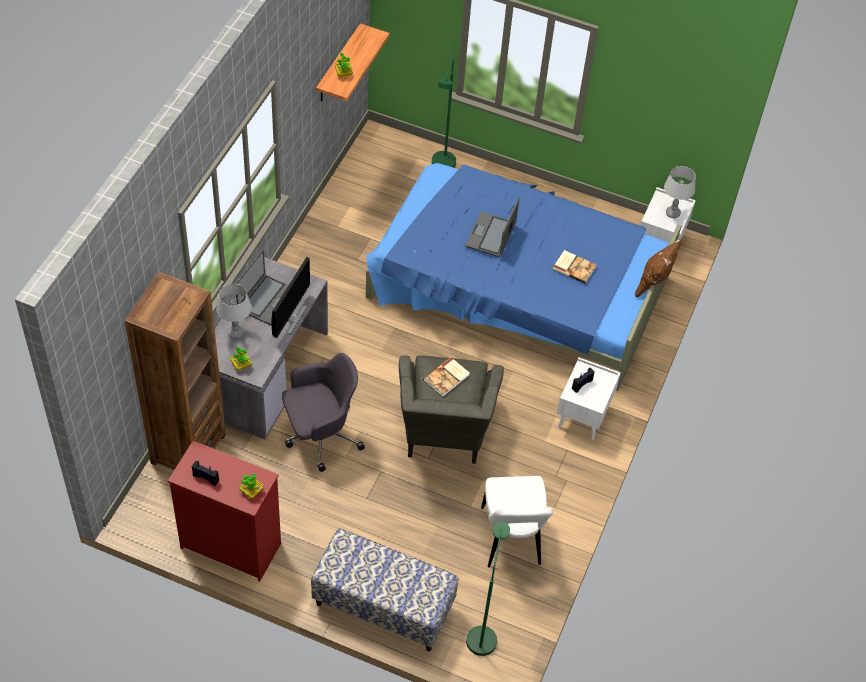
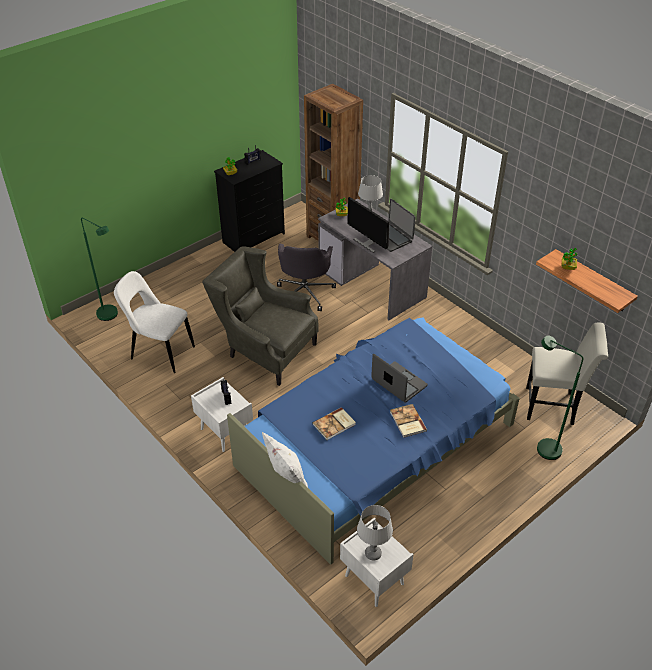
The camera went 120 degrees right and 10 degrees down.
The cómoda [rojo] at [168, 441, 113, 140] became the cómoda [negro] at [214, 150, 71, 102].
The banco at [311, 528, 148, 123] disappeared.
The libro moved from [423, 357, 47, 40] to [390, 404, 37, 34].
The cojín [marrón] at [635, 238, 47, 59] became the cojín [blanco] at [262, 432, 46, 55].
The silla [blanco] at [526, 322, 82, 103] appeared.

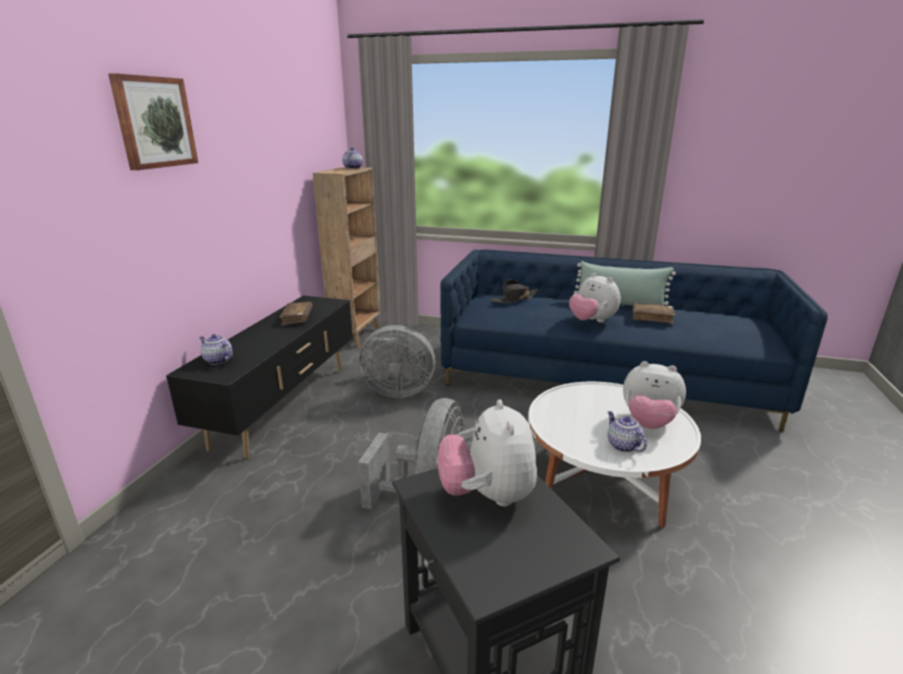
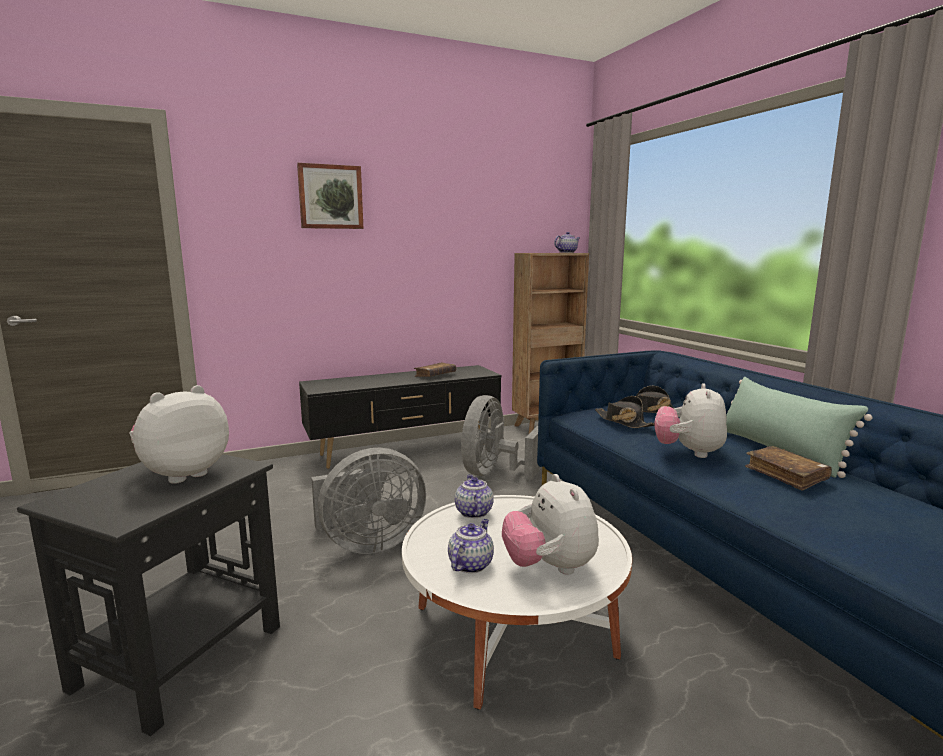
The camera went 50 degrees right and 10 degrees down.
The tetera moved from [199, 334, 34, 31] to [455, 475, 39, 43].
The ventilador [gris] at [359, 325, 77, 73] turned 60 degrees clockwise.
The sombrero [negro] at [595, 396, 60, 32] appeared.

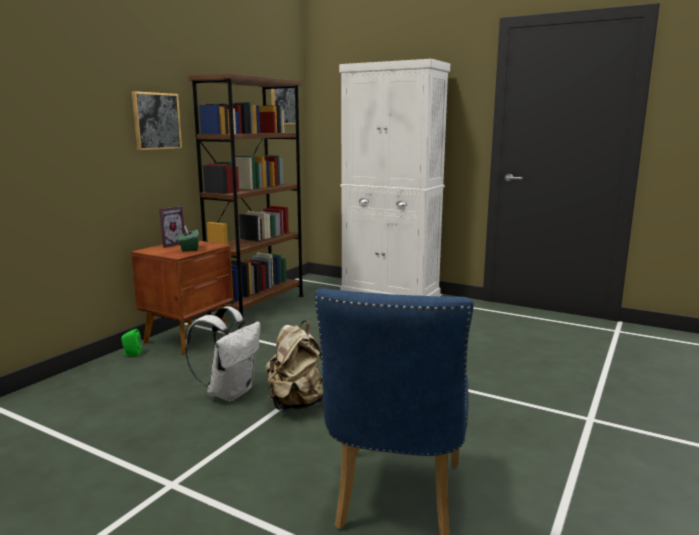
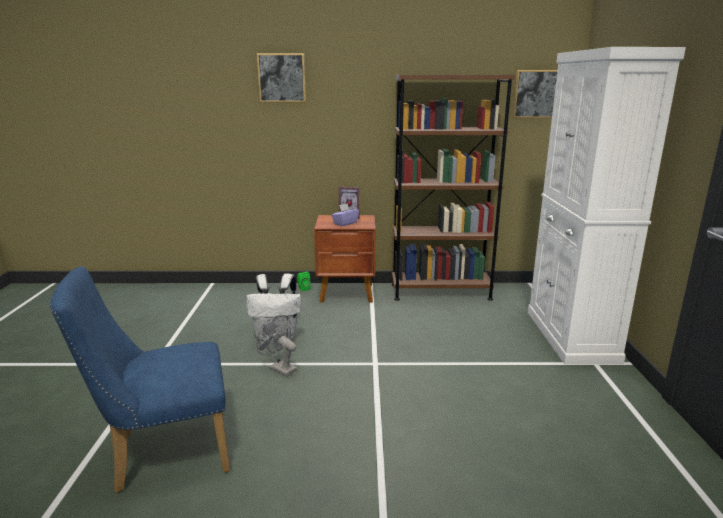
The camera went 60 degrees right and 5 degrees up.
The cuadro moved from [132, 91, 50, 59] to [257, 53, 49, 49].
The caja de pañuelos [verde] at [178, 225, 21, 26] became the caja de pañuelos [morado] at [331, 203, 28, 23].
The mochila [beis] at [265, 320, 58, 91] was replaced by the ventilador [gris] at [256, 315, 41, 62].

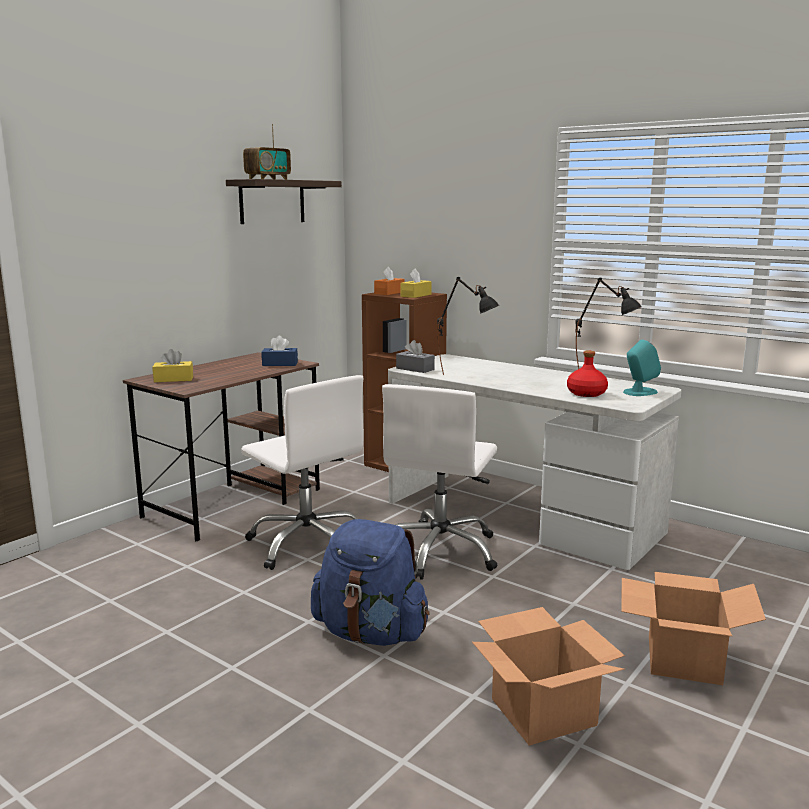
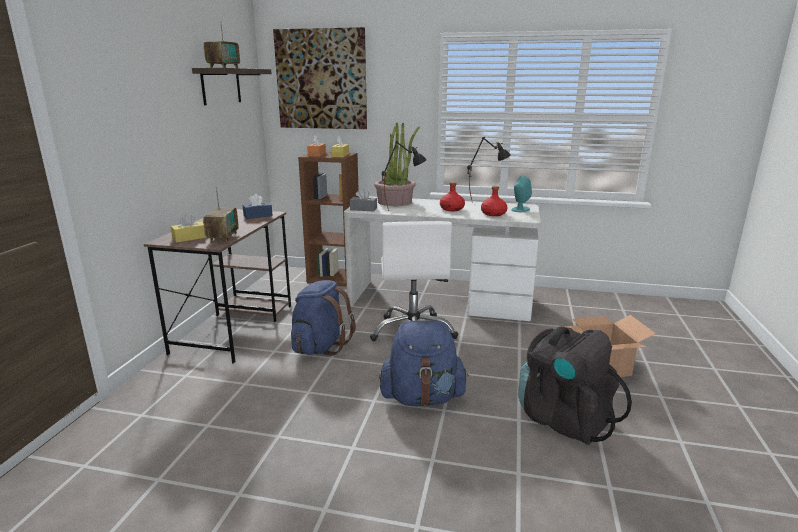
The camera went 25 degrees left and 5 degrees up.
The silla de oficina [blanco] at [241, 375, 122, 195] was replaced by the mochila [azul] at [291, 280, 65, 76].
The caja de cartón at [472, 607, 153, 139] was replaced by the mochila [negro] at [518, 326, 114, 119].
The radio at [203, 187, 36, 56] appeared.
The cuadro at [273, 27, 94, 102] appeared.
The planta en maceta at [374, 123, 46, 83] appeared.
The botella [rojo] at [440, 182, 25, 29] appeared.

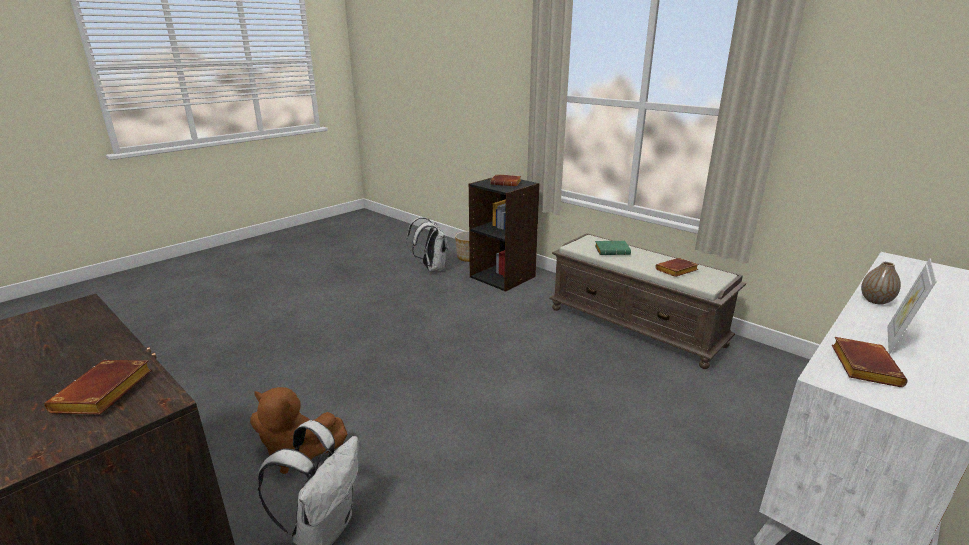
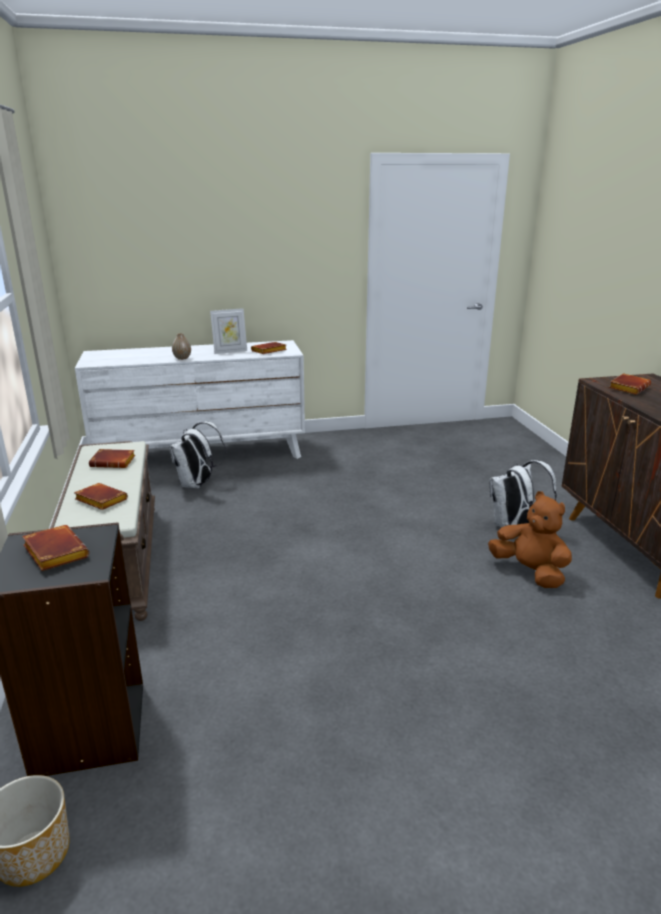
The camera went 145 degrees left and 0 degrees up.
The mochila [blanco] moved from [407, 217, 41, 54] to [169, 421, 57, 68].
The libro [verde] at [595, 241, 36, 14] became the libro [marrón] at [74, 483, 54, 27].

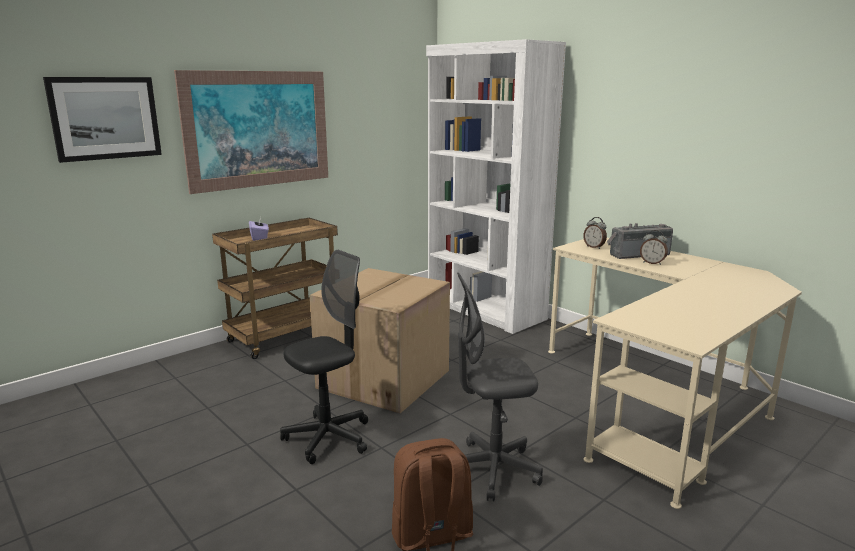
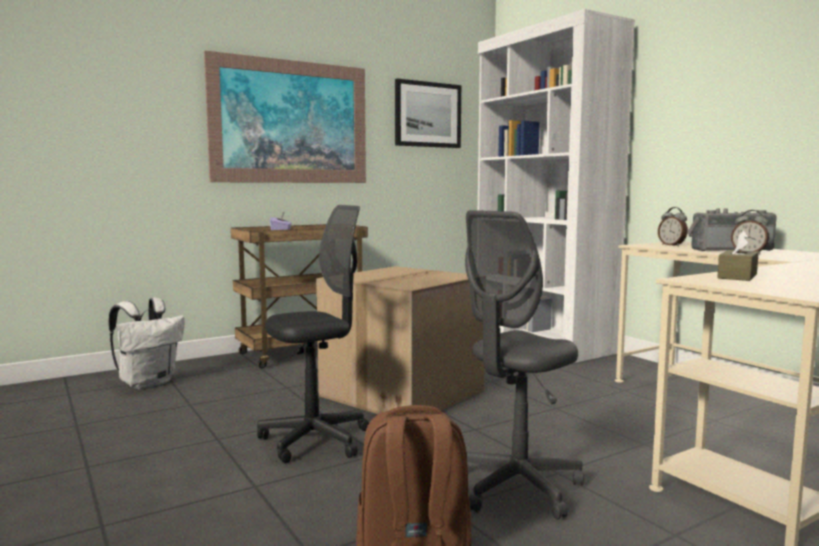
The camera went 10 degrees right and 10 degrees down.
The cuadro moved from [43, 77, 119, 86] to [395, 79, 66, 69].
The silla de oficina [gris] at [457, 273, 86, 228] turned 45 degrees counterclockwise.
The mochila [blanco] at [109, 298, 75, 91] appeared.
The caja de pañuelos [marrón] at [717, 230, 42, 51] appeared.

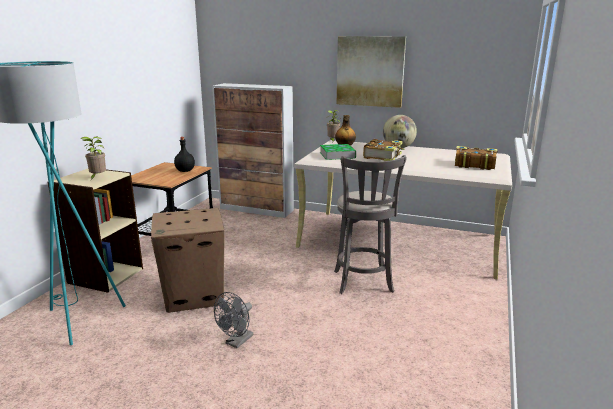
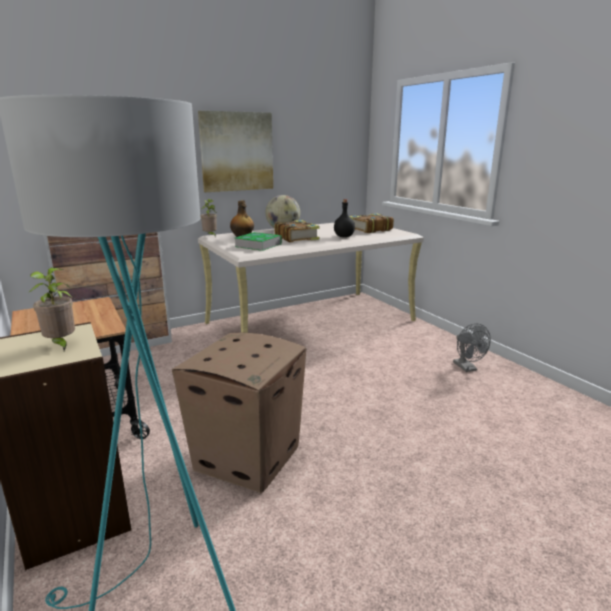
The camera went 50 degrees left and 0 degrees up.
The botella [negro] moved from [174, 137, 21, 35] to [334, 199, 21, 38].
The ventilador [gris] moved from [214, 292, 39, 56] to [453, 323, 38, 49].
The taburete [gris] at [334, 155, 73, 139] disappeared.

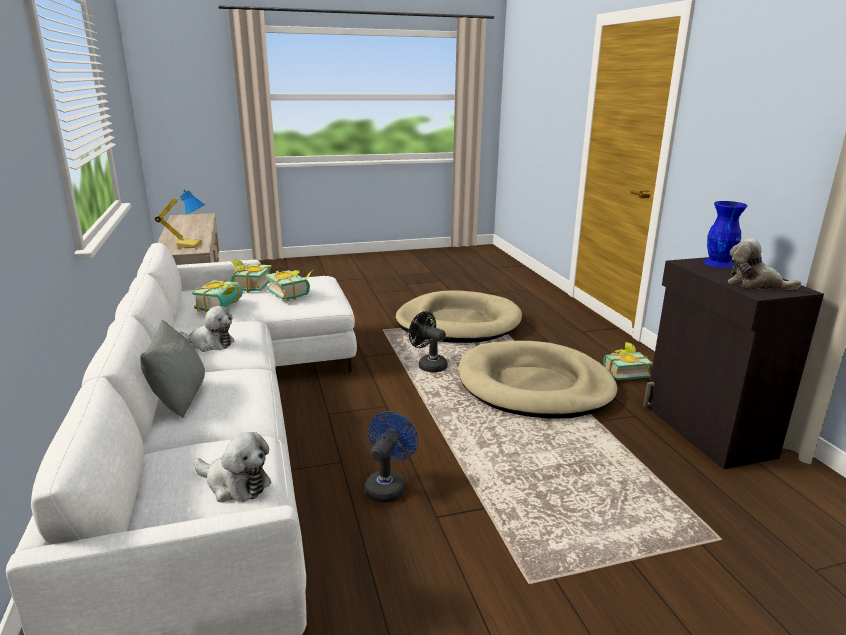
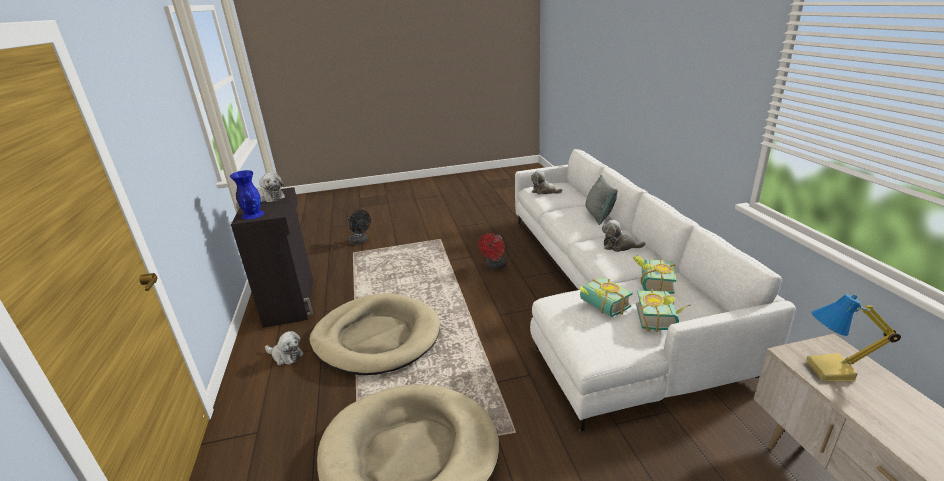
The camera went 175 degrees left and 5 degrees up.
The ventilador [azul] at [364, 411, 54, 92] became the ventilador [rojo] at [478, 233, 29, 37].
The ventilador [negro] moved from [409, 311, 39, 62] to [348, 210, 23, 34].
The libro at [603, 342, 50, 38] was replaced by the peluche at [265, 331, 39, 35].

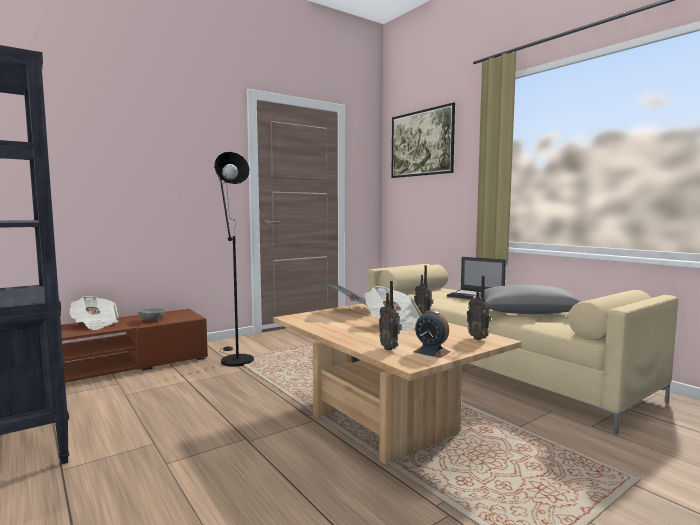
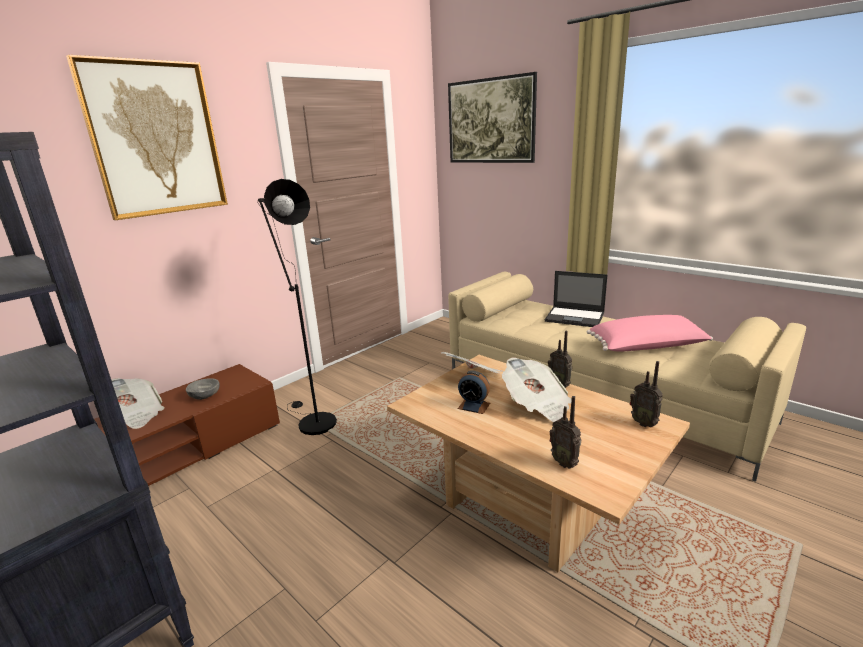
The camera went 10 degrees left and 15 degrees up.
The despertador moved from [414, 310, 36, 48] to [458, 370, 32, 44].
The cojín [gris] at [473, 285, 109, 29] became the cojín [rosa] at [587, 315, 126, 36].
The cuadro at [66, 55, 162, 165] appeared.

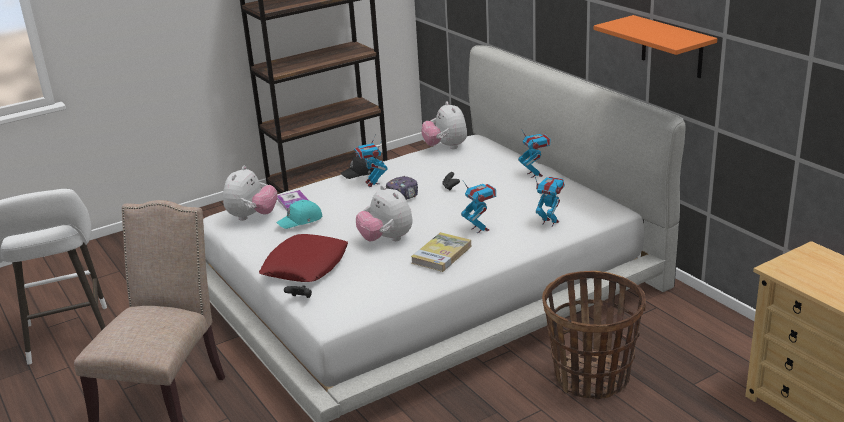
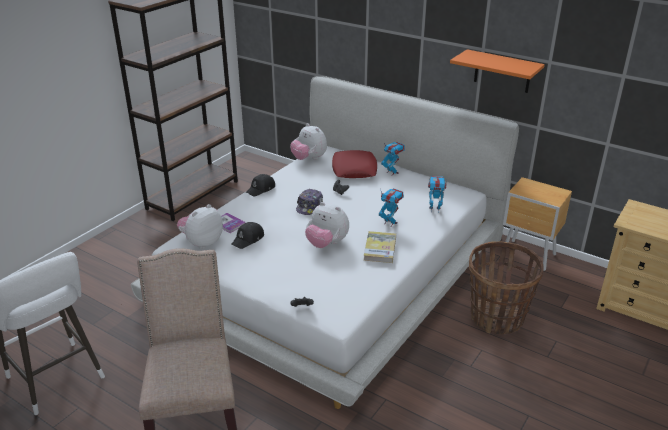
The camera went 25 degrees left and 5 degrees up.
The peluche at [223, 166, 54, 55] turned 135 degrees counterclockwise.
The cojín [rojo] moved from [259, 234, 89, 48] to [332, 150, 45, 28].
The gorra [turquesa] at [276, 200, 46, 29] became the gorra [negro] at [231, 222, 33, 27].
The robot de juguete at [354, 134, 34, 53] disappeared.
The mesita de noche [marrón] at [503, 177, 69, 94] appeared.

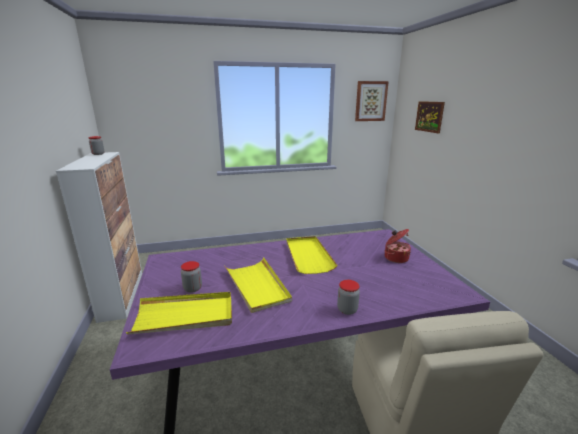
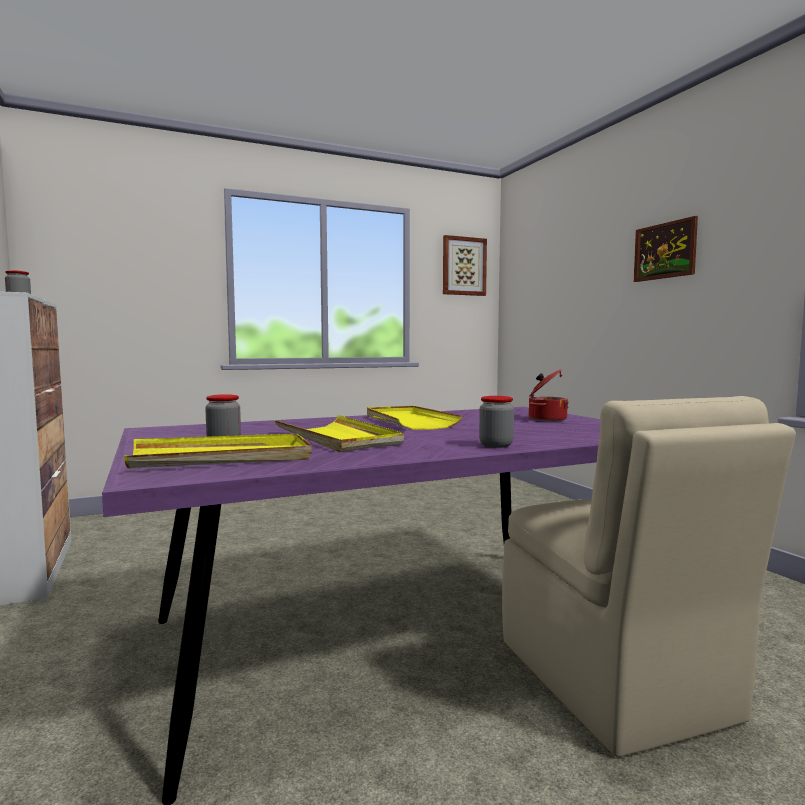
The camera went 10 degrees left and 15 degrees down.
The cuadro moved from [415, 101, 30, 32] to [634, 216, 64, 66].

